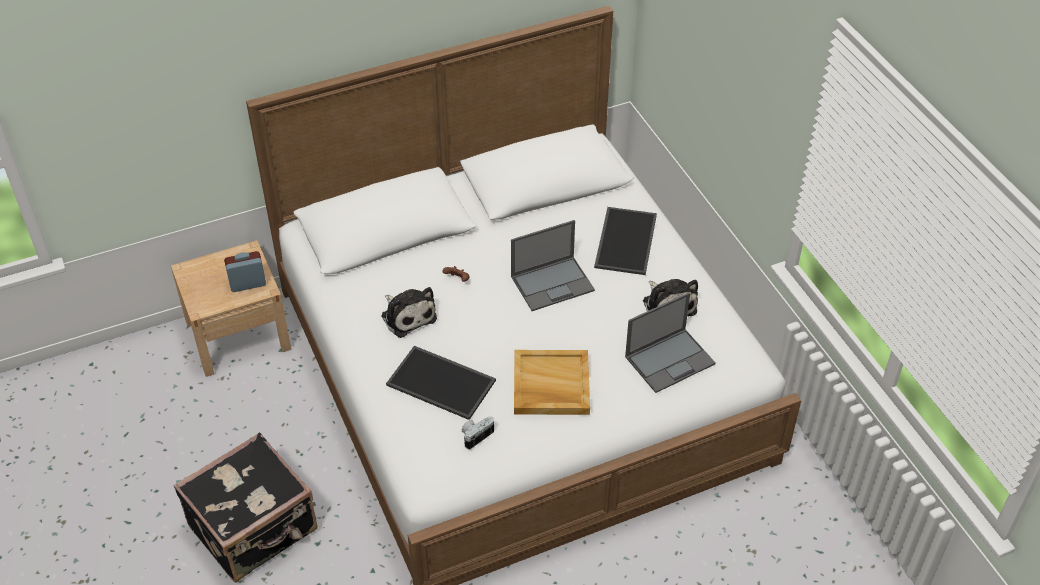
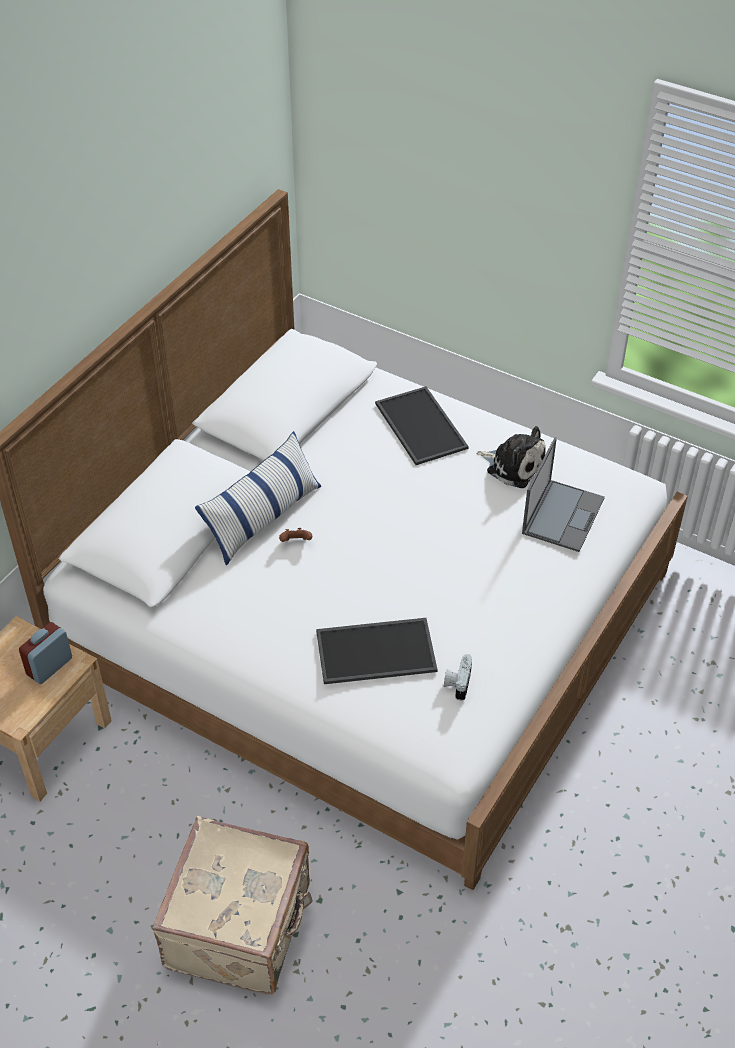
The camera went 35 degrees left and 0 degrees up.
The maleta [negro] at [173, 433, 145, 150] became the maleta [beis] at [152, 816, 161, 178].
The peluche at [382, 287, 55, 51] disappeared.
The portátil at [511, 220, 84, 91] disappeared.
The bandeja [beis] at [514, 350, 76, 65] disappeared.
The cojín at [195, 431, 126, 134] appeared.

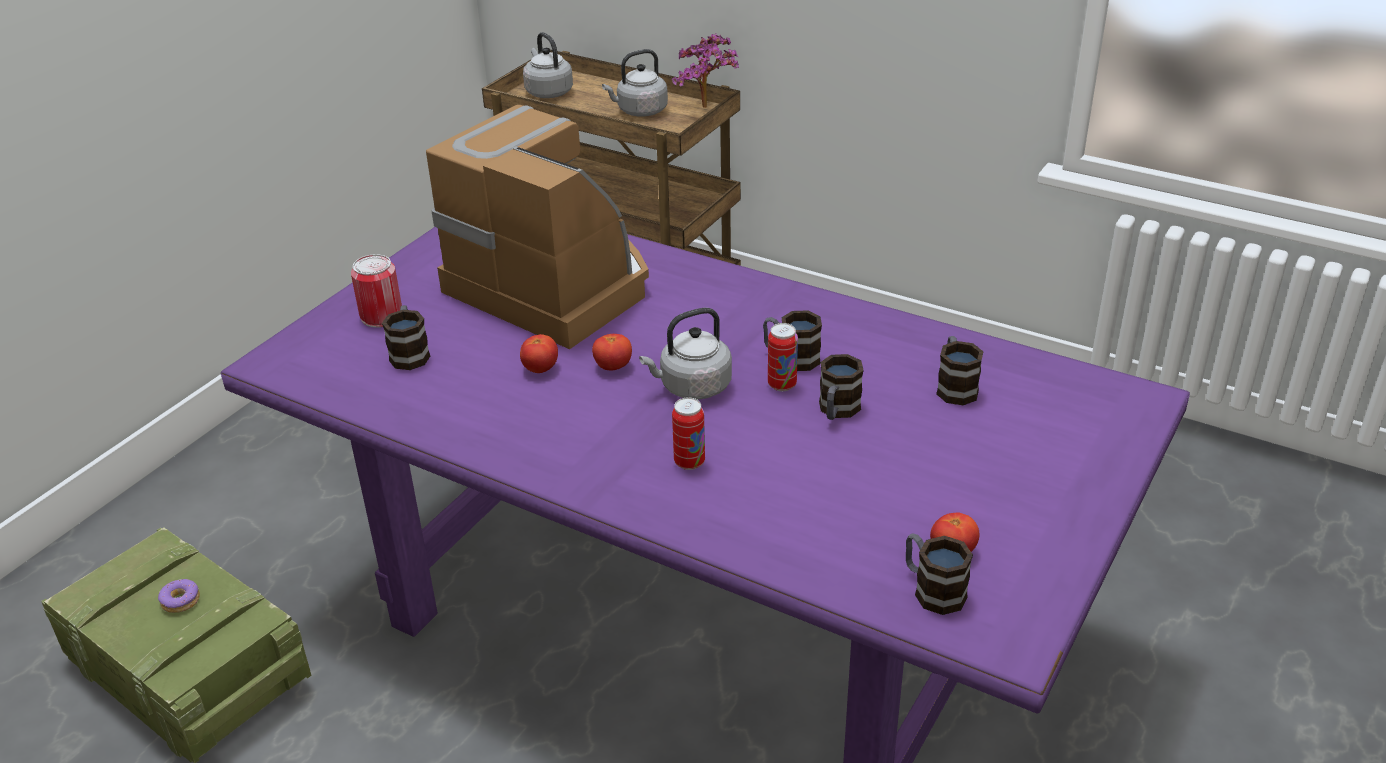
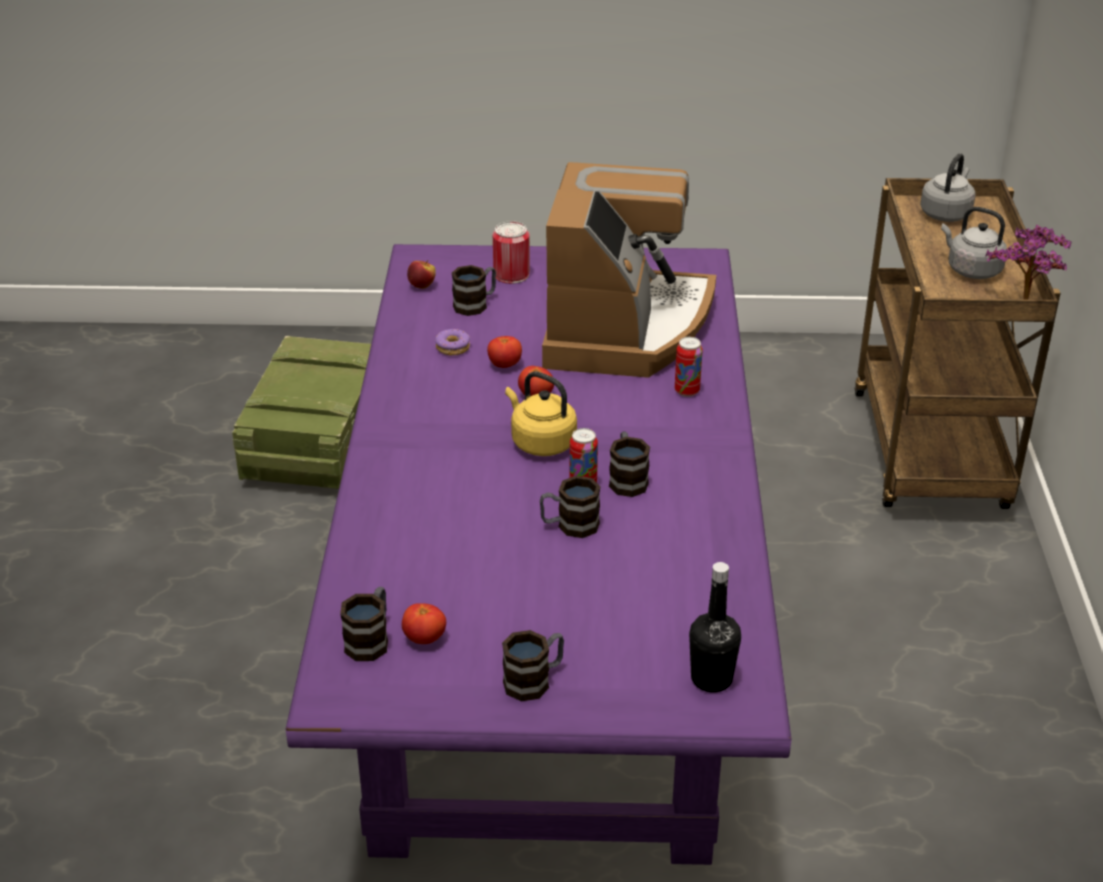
The camera went 60 degrees right and 0 degrees up.
The rosquilla moved from [158, 579, 42, 34] to [435, 329, 35, 27].
The hervidor [gris] at [639, 308, 93, 92] became the hervidor [amarillo] at [505, 372, 72, 84].
The lata moved from [672, 397, 33, 73] to [675, 337, 28, 60].
The taza grande moved from [936, 336, 47, 69] to [502, 630, 62, 71].
The manzana at [407, 260, 29, 29] appeared.
The botella [negro] at [689, 562, 52, 131] appeared.

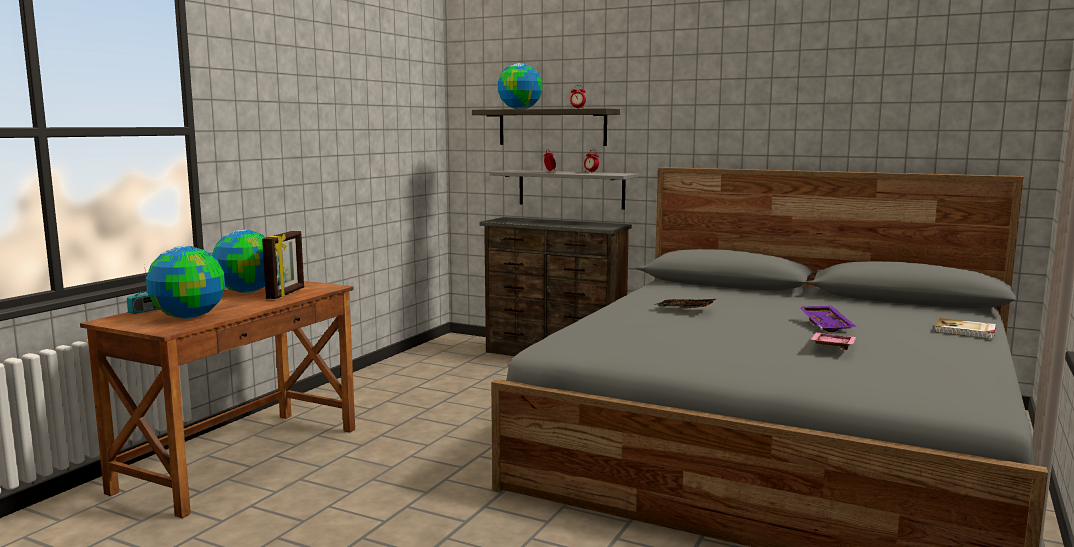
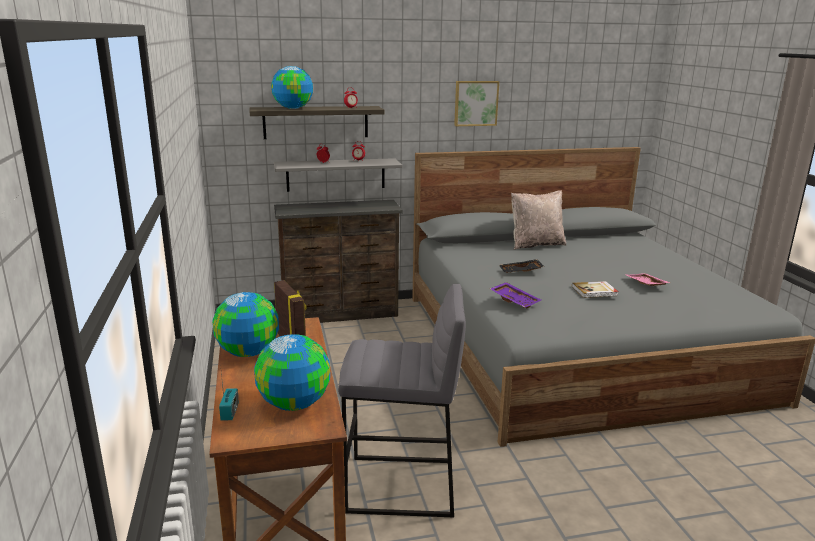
The camera went 40 degrees left and 10 degrees up.
The bandeja [morado] moved from [799, 306, 58, 26] to [490, 282, 51, 26].
The libro moved from [936, 318, 60, 21] to [572, 281, 46, 17].
The taburete [gris] at [338, 284, 128, 233] appeared.
The cuadro at [454, 81, 45, 45] appeared.
The cojín [beis] at [511, 190, 55, 60] appeared.

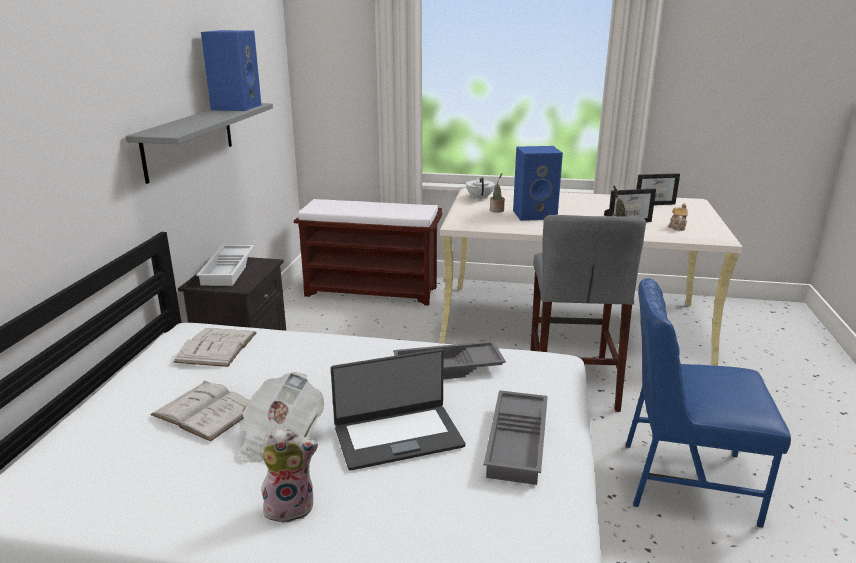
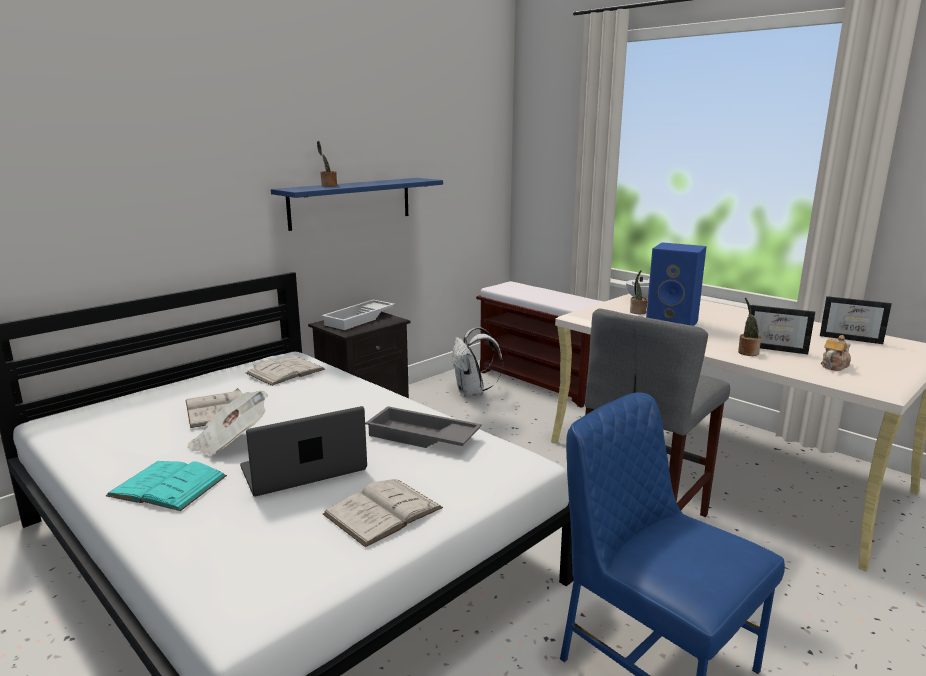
The camera went 35 degrees right and 5 degrees down.
The estante [gris] at [125, 103, 148, 81] became the estante [azul] at [271, 178, 172, 53].
The altavoz [azul] at [201, 30, 60, 81] disappeared.
The peluche at [260, 428, 58, 95] was replaced by the libro [turquesa] at [106, 461, 121, 50].
The portátil at [331, 349, 134, 122] turned 135 degrees clockwise.
The bandeja [gris] at [484, 390, 64, 95] was replaced by the libro [blanco] at [323, 479, 120, 68].
The planta en maceta at [317, 141, 20, 46] appeared.
The mochila [blanco] at [452, 327, 51, 70] appeared.

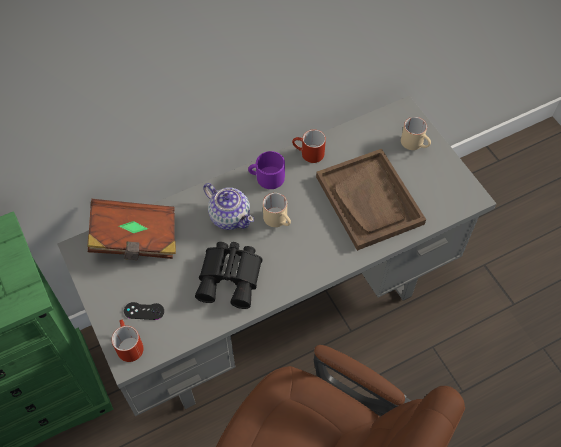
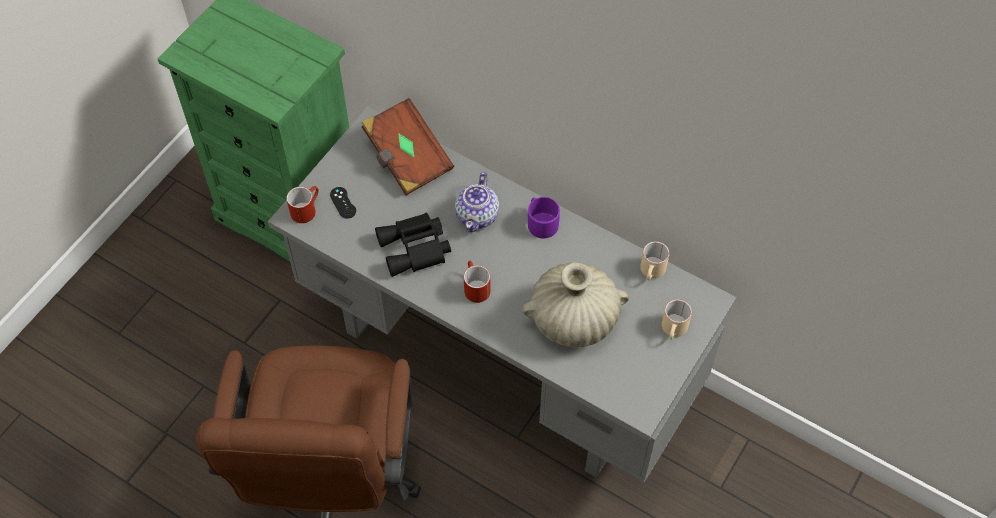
The camera went 60 degrees right and 0 degrees up.
The taza grande [beis] moved from [263, 193, 28, 34] to [640, 241, 29, 39].
The taza grande [rojo] moved from [292, 129, 34, 34] to [464, 261, 27, 42].
The bandeja [marrón] at [316, 149, 110, 102] was replaced by the florero [beis] at [522, 262, 107, 85].

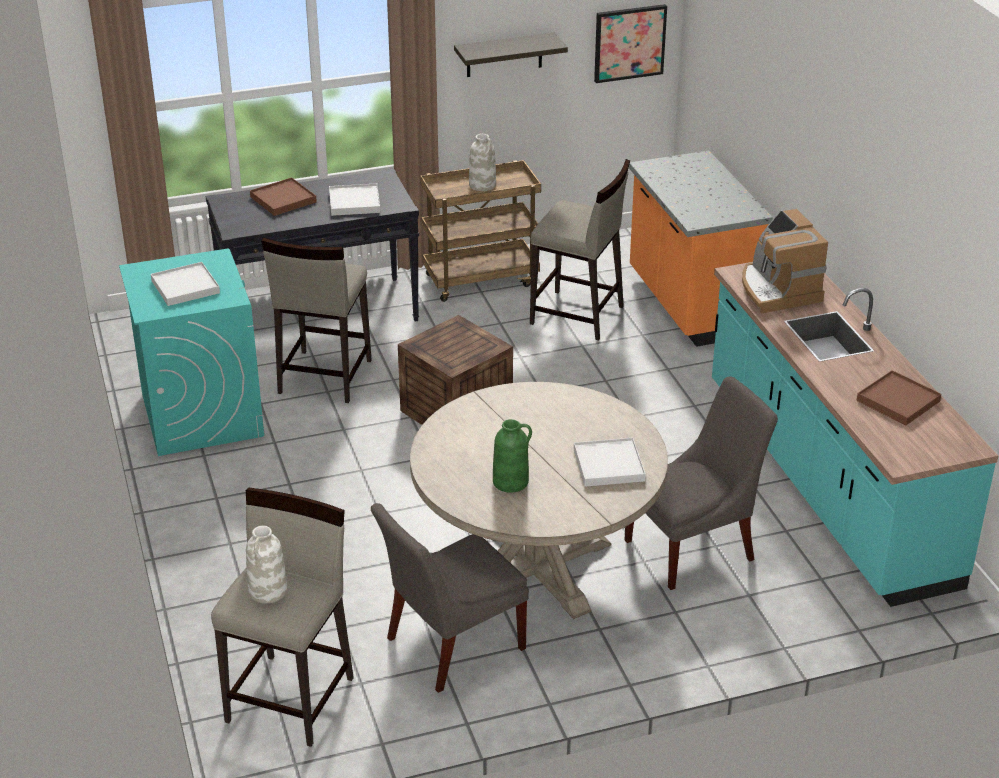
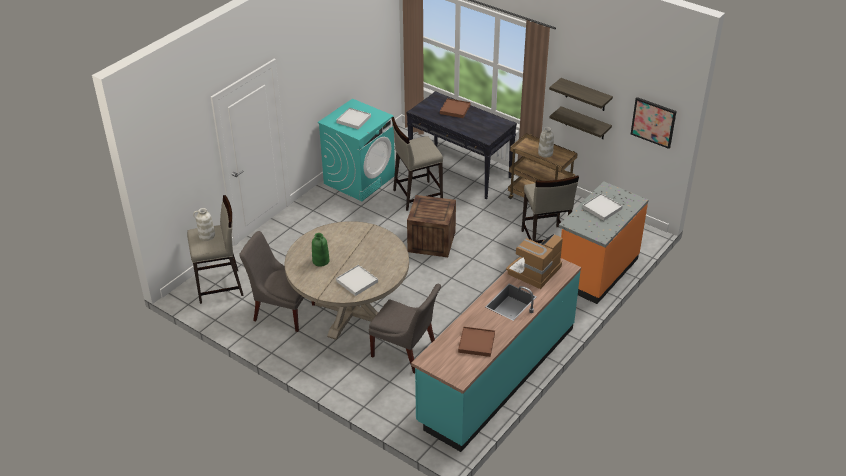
The camera went 55 degrees right and 5 degrees up.
The bandeja [blanco] moved from [329, 183, 51, 33] to [583, 193, 40, 28].
The estante at [549, 106, 63, 33] appeared.

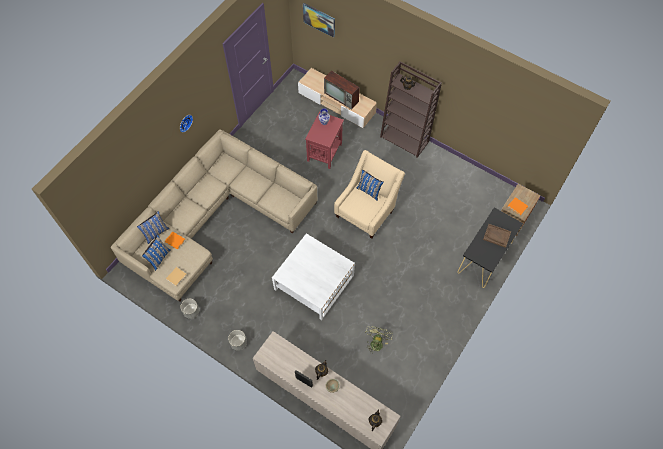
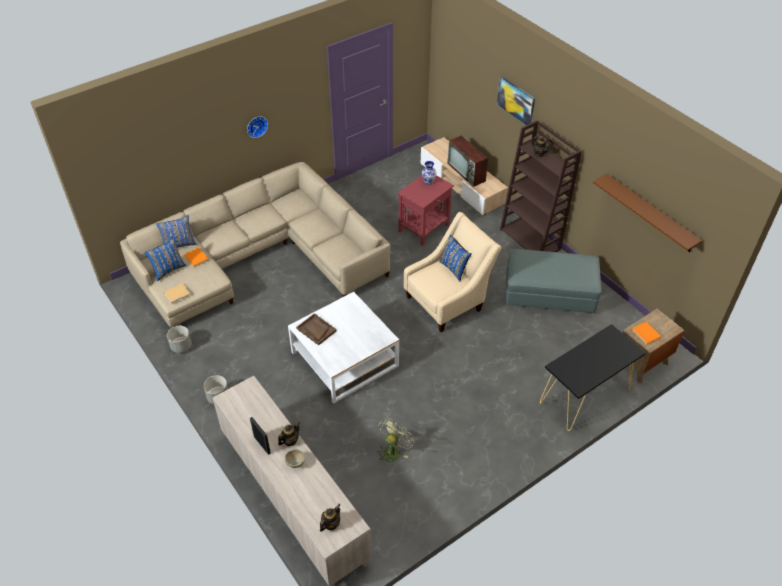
The camera went 20 degrees right and 15 degrees down.
The cuadro moved from [303, 3, 32, 35] to [497, 76, 38, 49].
The bandeja [marrón] moved from [483, 224, 28, 24] to [296, 313, 40, 33].
The puf [gris] at [505, 249, 96, 64] appeared.
The estante [marrón] at [593, 174, 109, 78] appeared.

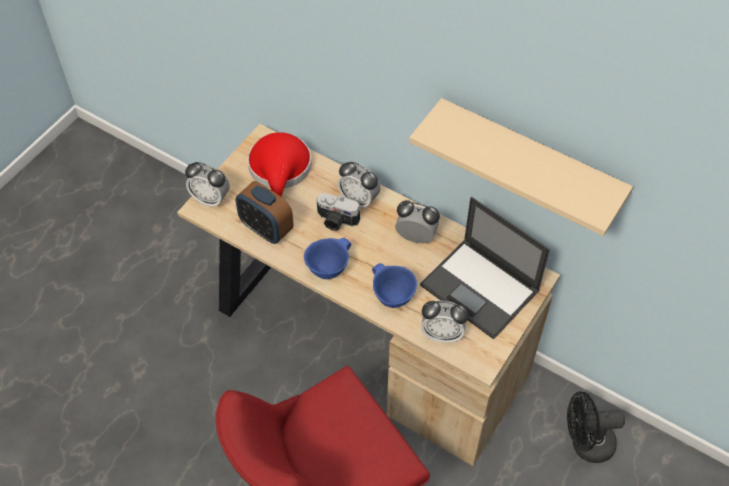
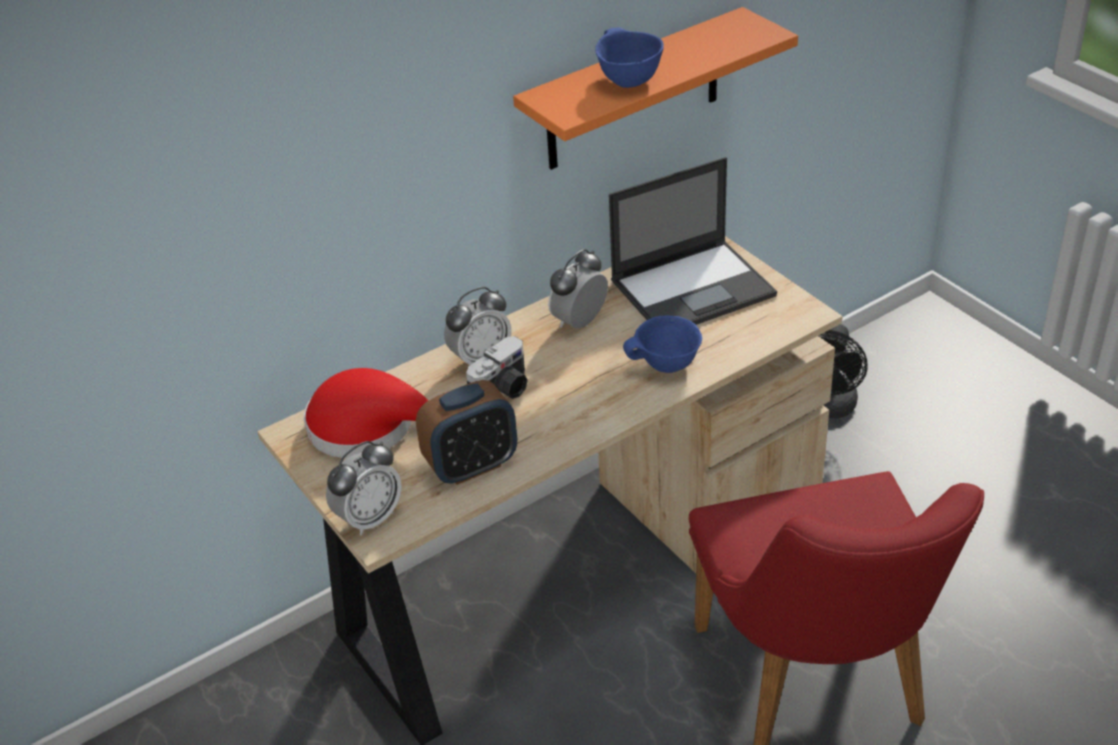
The camera went 65 degrees left and 15 degrees down.
The cuenco [azul] moved from [304, 238, 47, 41] to [595, 27, 69, 61].
The estante [beis] at [409, 98, 224, 138] became the estante [naranja] at [513, 7, 285, 163].
The despertador at [421, 301, 48, 42] disappeared.

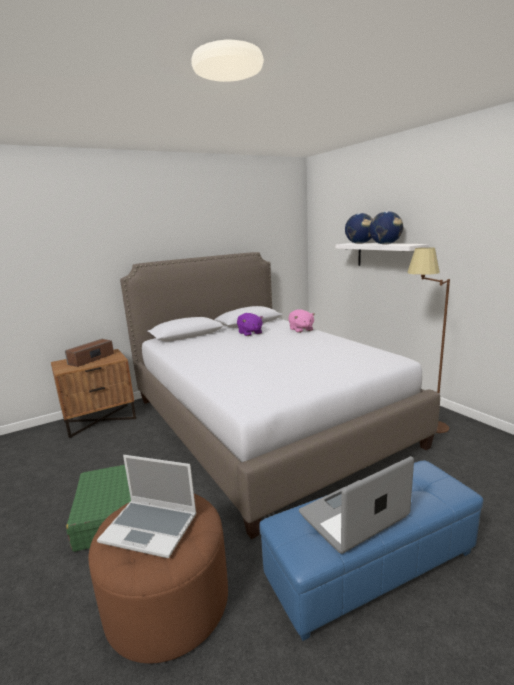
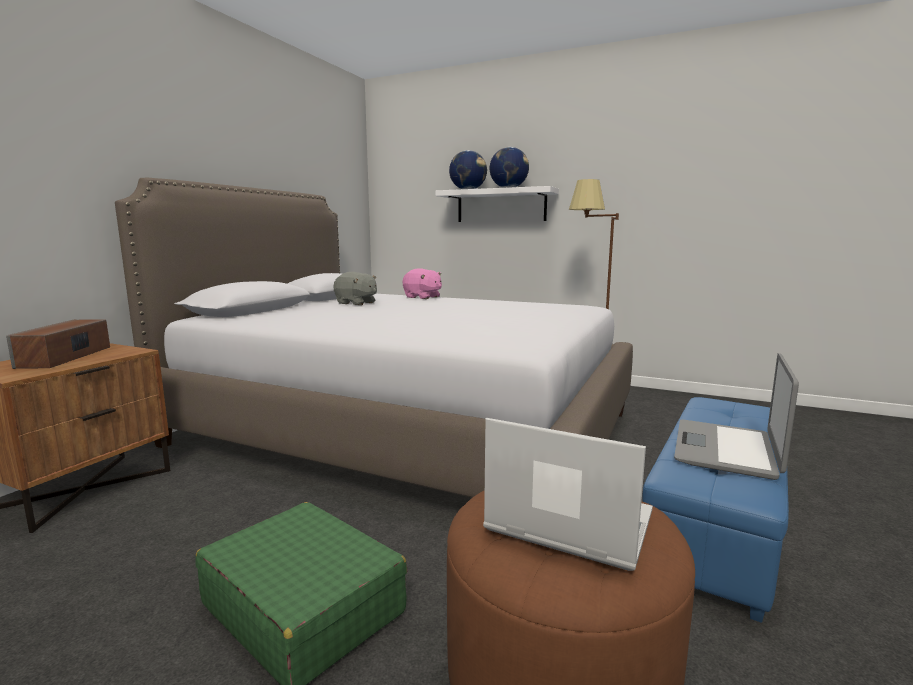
The camera went 35 degrees left and 5 degrees down.
The portátil at [97, 455, 100, 103] turned 135 degrees counterclockwise.
The peluche [morado] at [237, 313, 26, 23] became the peluche [gris] at [333, 272, 44, 33].

